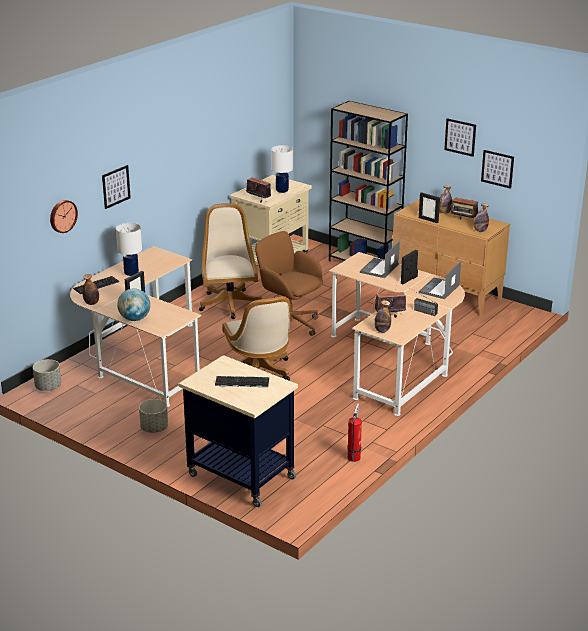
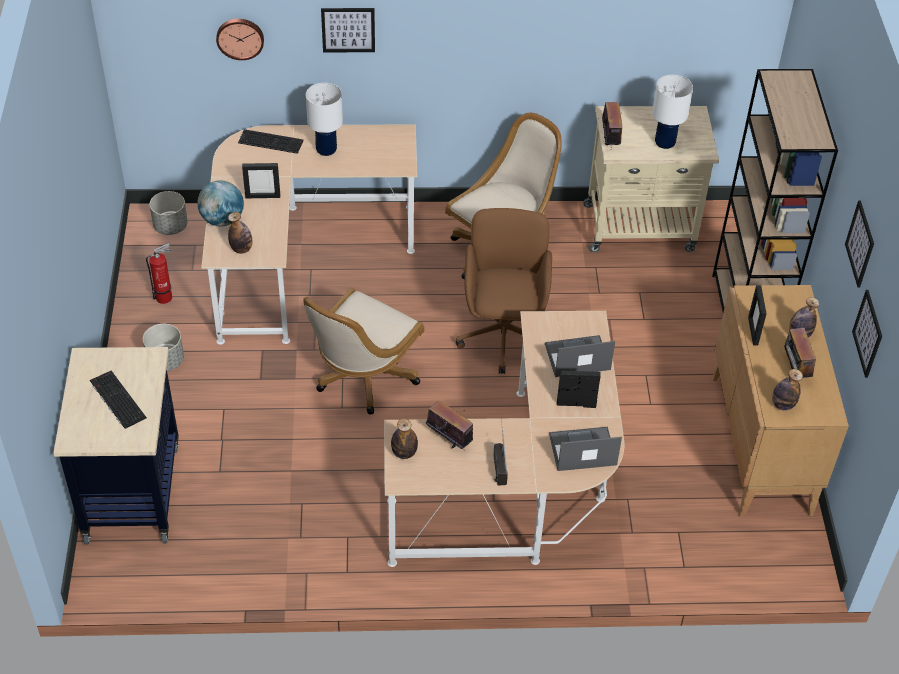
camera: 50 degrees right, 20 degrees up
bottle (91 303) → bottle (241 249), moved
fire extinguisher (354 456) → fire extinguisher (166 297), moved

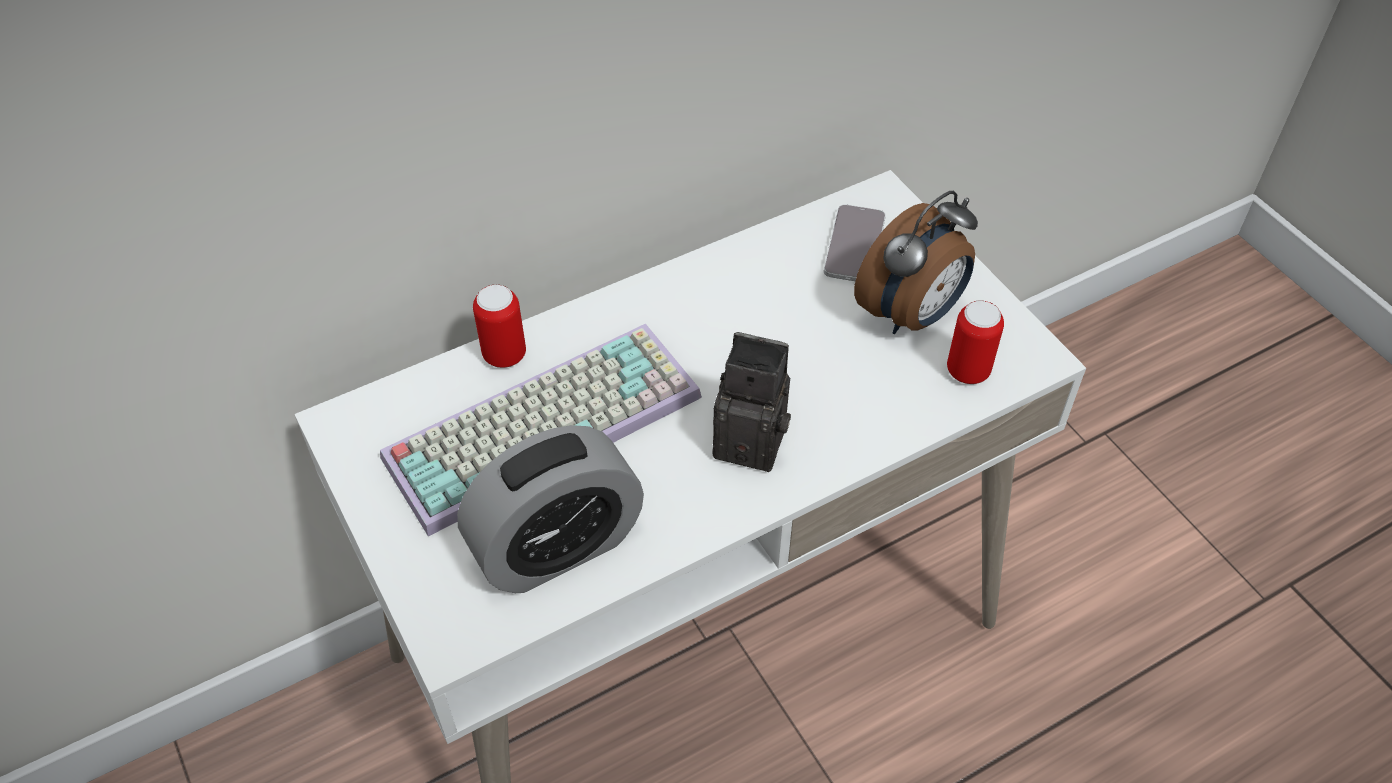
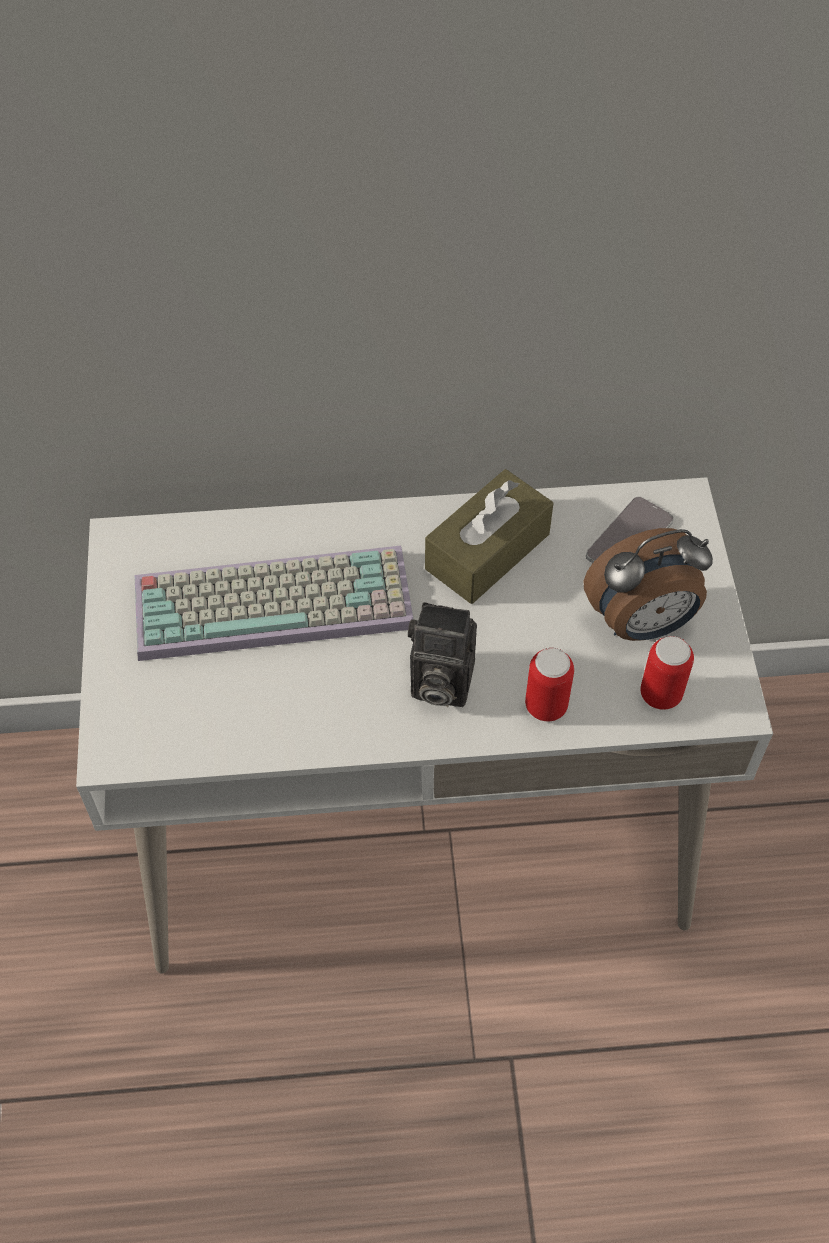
camera: 25 degrees right, 5 degrees up
sealed can (504 355) → sealed can (546 706), moved
photo camera (754 440) → photo camera (438 683), 150 degrees clockwise
bedside clock (557 547) → -
- → brownish tissue holder (487 551)

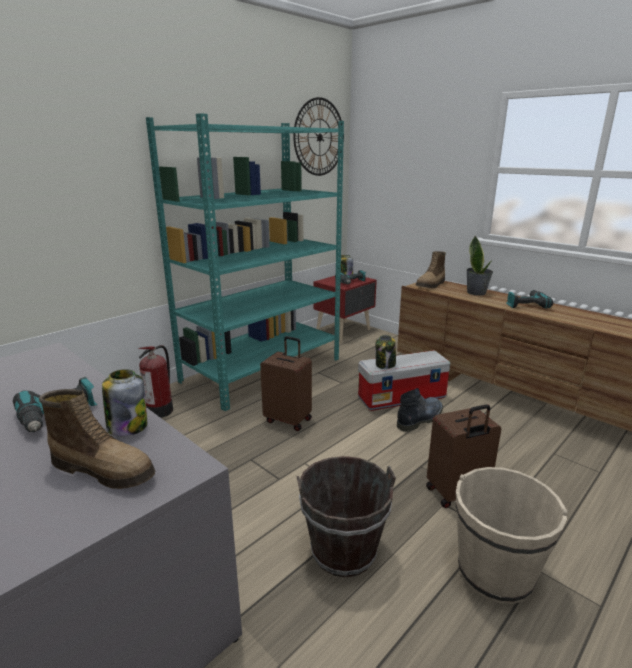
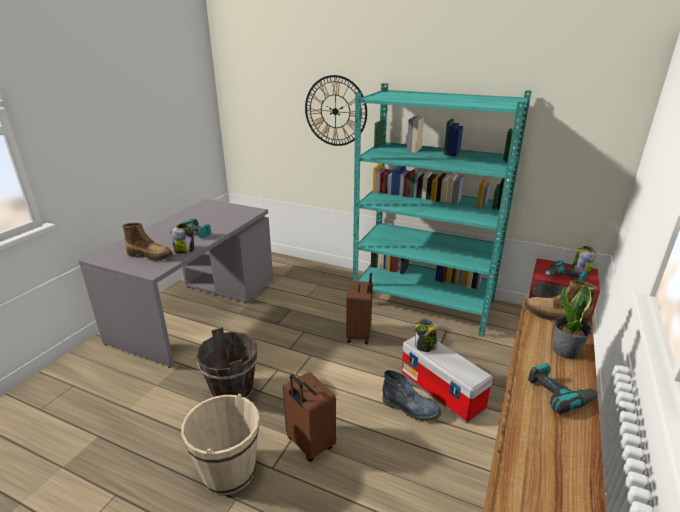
camera: 70 degrees right, 5 degrees up
hanging clock (319 137) → hanging clock (335 111), moved
fire extinguisher (161 410) → -
high-top boot (105 469) → high-top boot (151 256), 75 degrees counterclockwise

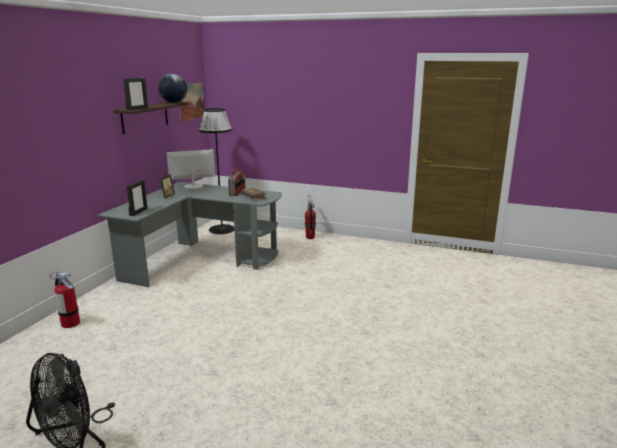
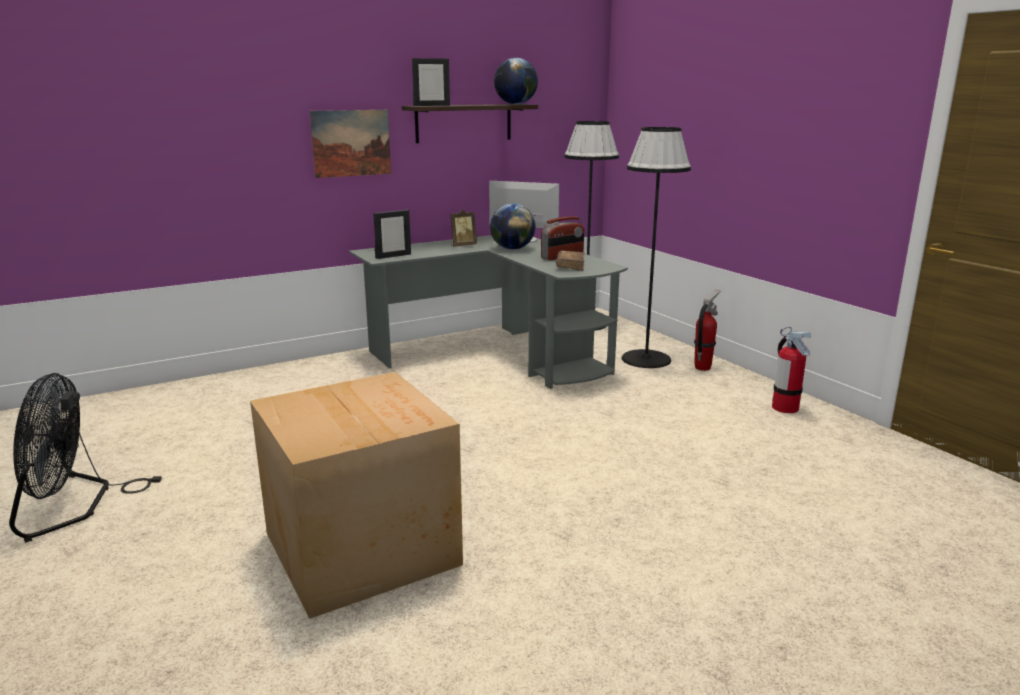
camera: 40 degrees right, 0 degrees up
wall picture (191 101) → wall picture (351 143), moved
fire extinguisher (70 323) → fire extinguisher (784 407), moved
- → black-coloured standing lamp (646 359)
- → world globe (512 249)
- → packing box (363 547)

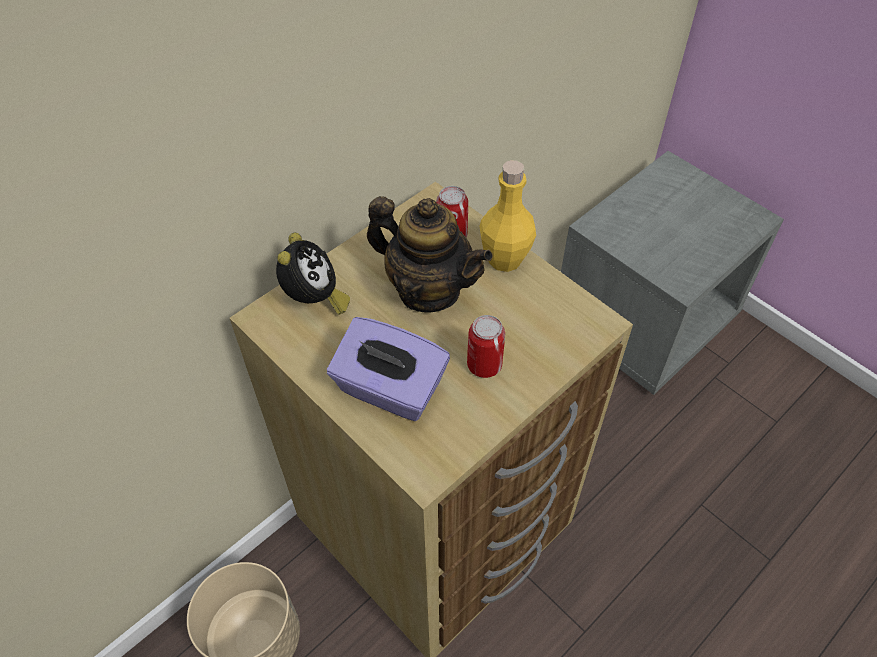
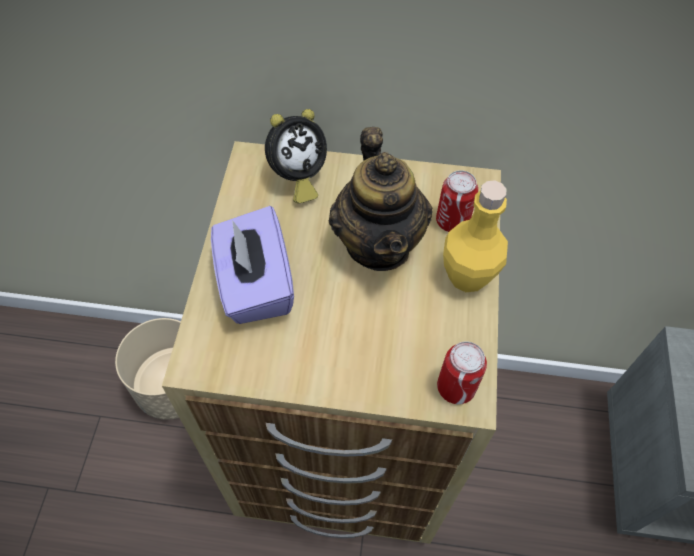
camera: 50 degrees right, 5 degrees up
sealed can (484 365) → sealed can (456 387), moved

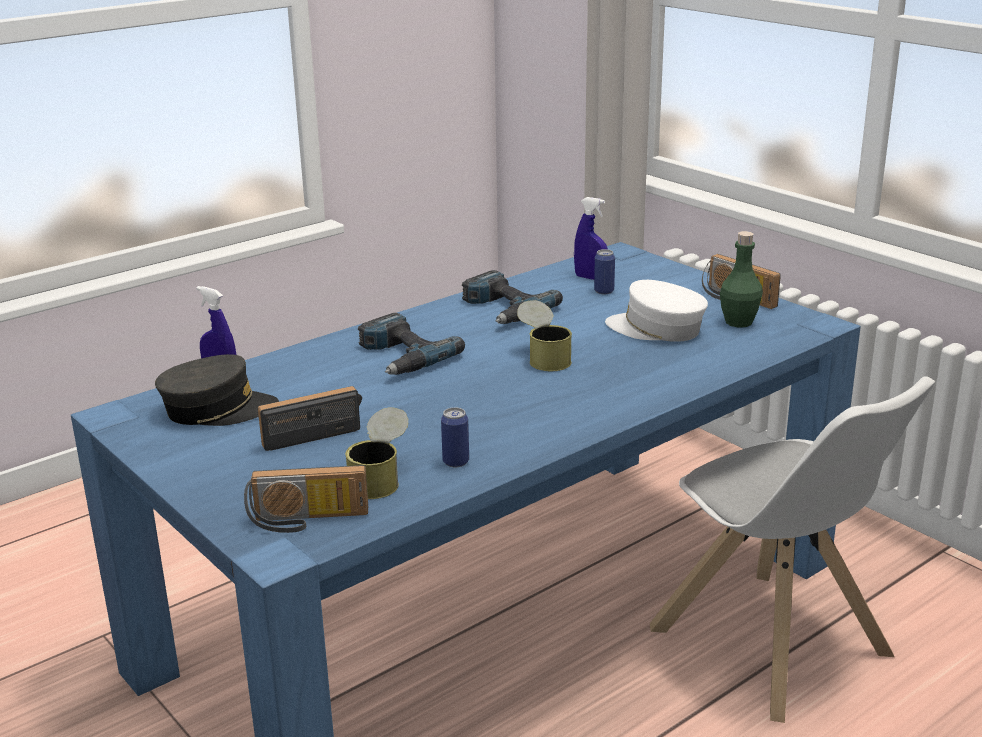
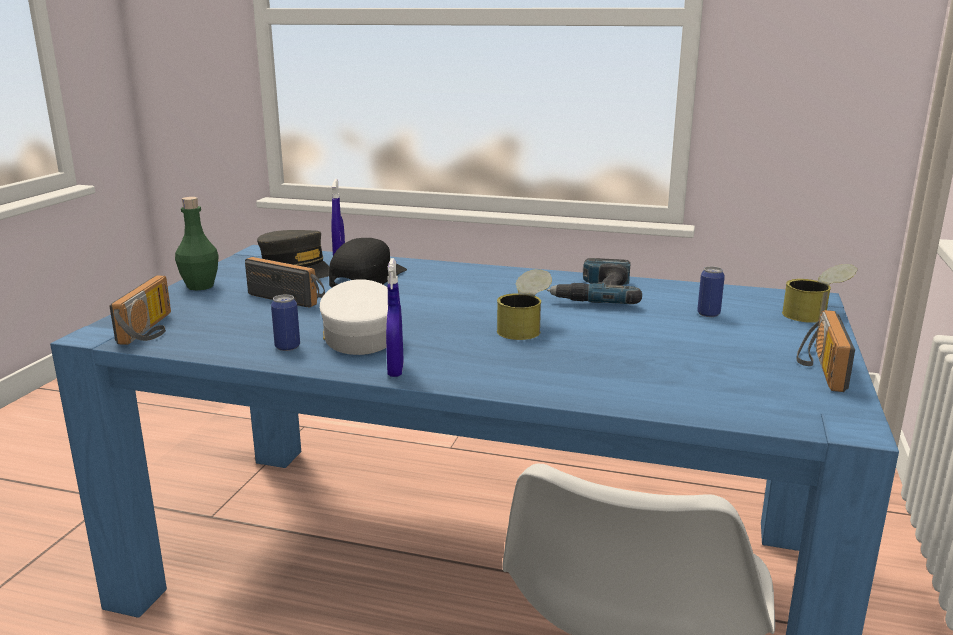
camera: 55 degrees right, 5 degrees down
blue-coloured spray bottle (590 278) → blue-coloured spray bottle (395 370), moved
greenish bottle (738 322) → greenish bottle (200 286), moved
white-coloured cap (656 329) → white-coloured cap (360 336), moved
power drill (401 356) → -
sealed can (380 478) → sealed can (815 314), moved
radio set (307 520) → radio set (152 329), 135 degrees counterclockwise
- → black-coloured cap (367 278)

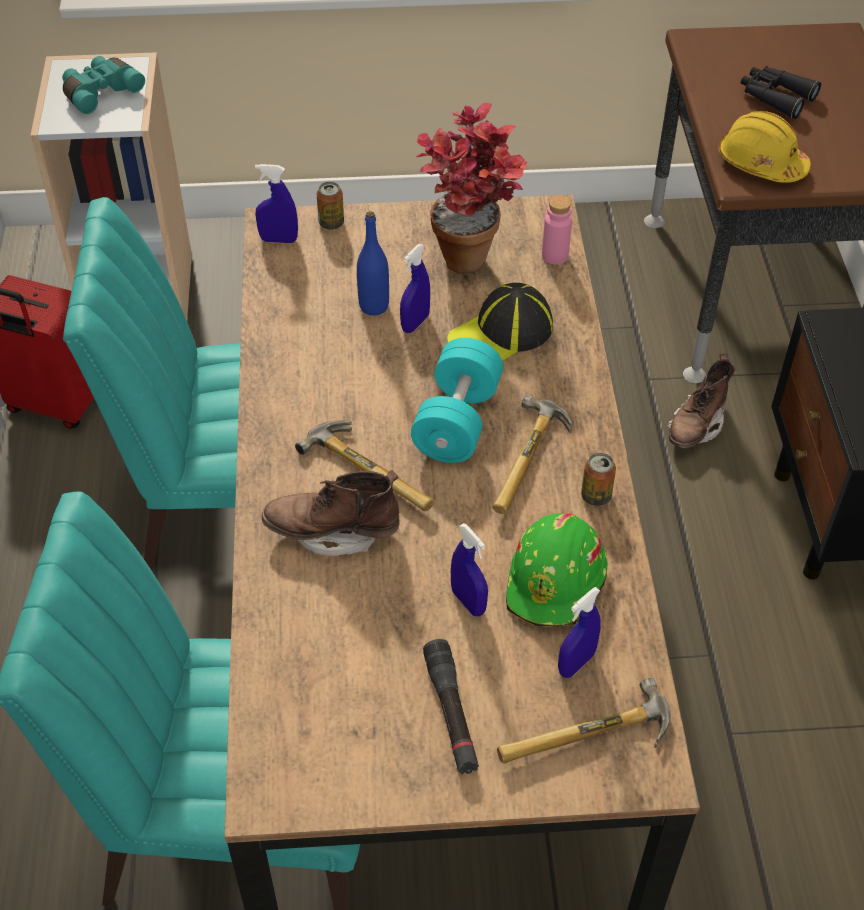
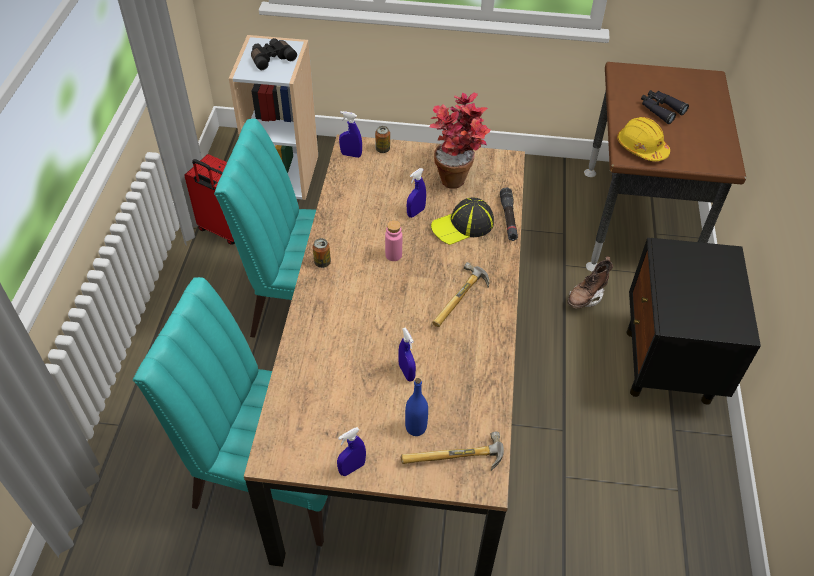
camera: 10 degrees right, 0 degrees up
turquoise-coloured pair of binoculars (100 92) → black-coloured pair of binoculars (272 58)
pinkish bottle (555 255) → pinkish bottle (393 255), moved
blue-coloured bottle (374 306) → blue-coloured bottle (416 427), moved
turquoise-coloured hand weight (457 421) → -
tool hammer (373 469) → -
sealed can (596 496) → sealed can (322 262), moved
brownish high-top boot (333 532) → -
greenish safety helmet (556 582) → -
blue-coloured spray bottle (576 663) → blue-coloured spray bottle (352 468), moved
black-coloured hand torch (451 712) → black-coloured hand torch (508 218), moved

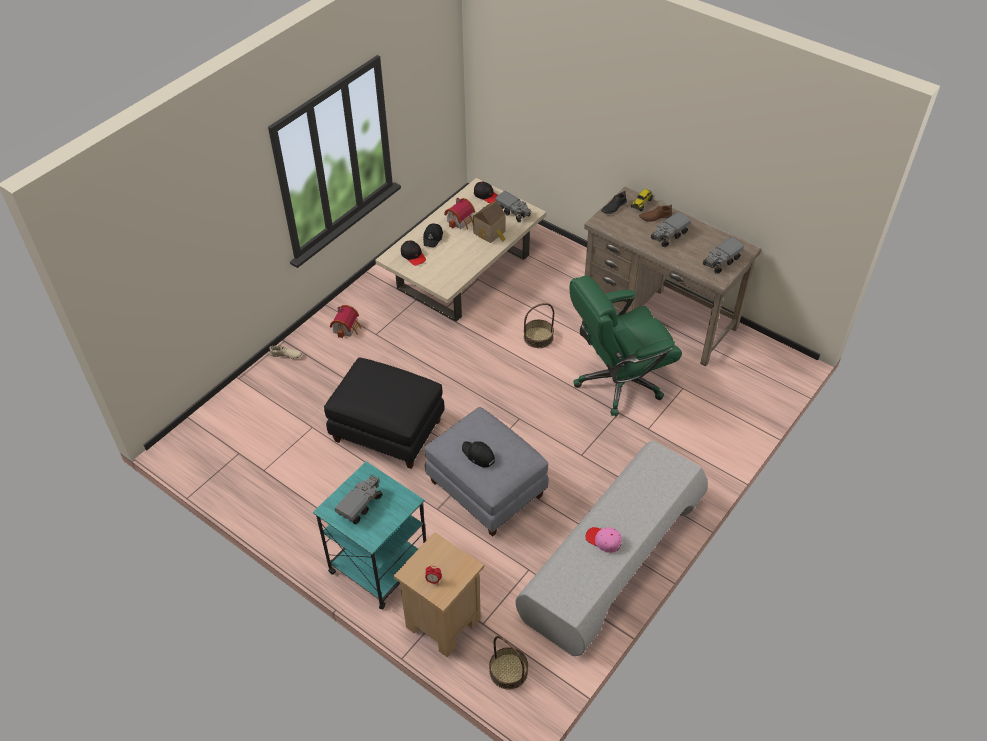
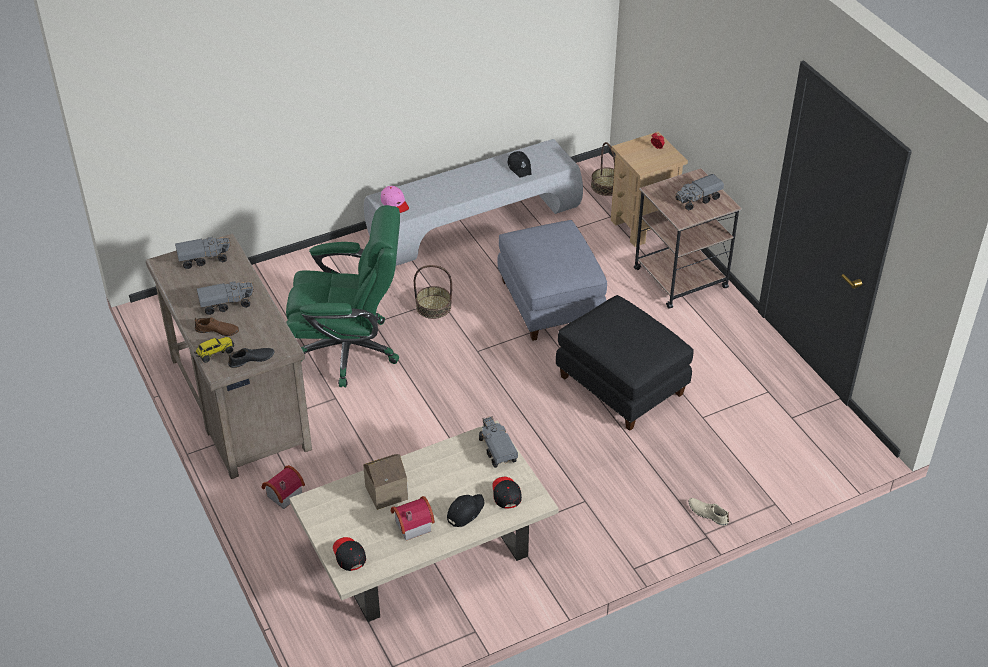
camera: 155 degrees left, 5 degrees down
toy truck (513 212) → toy truck (497 450), moved
storage basket (538 337) → storage basket (433 307), moved
toy house (347 328) → toy house (282 494), moved
black-coloured cap (478 455) → black-coloured cap (520 167), moved
turquoise-coloured cart (378 565) → brownish cart (681 279)
pinkish cap (603 540) → pinkish cap (395 203), moved

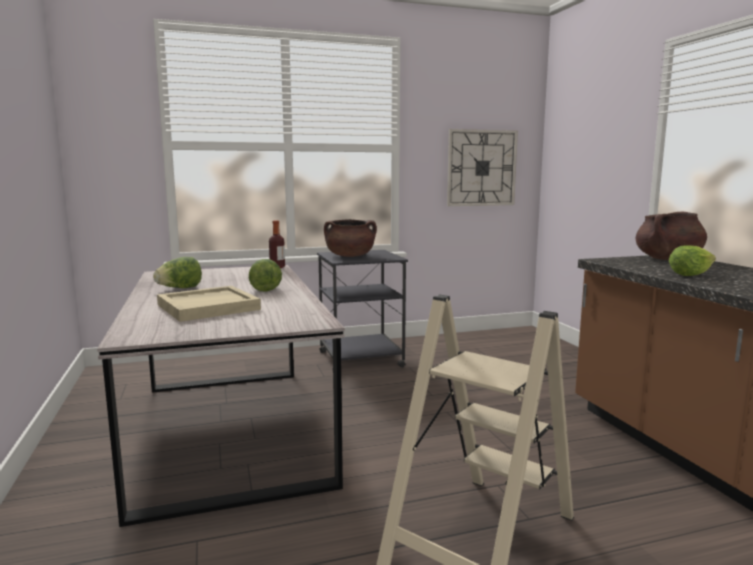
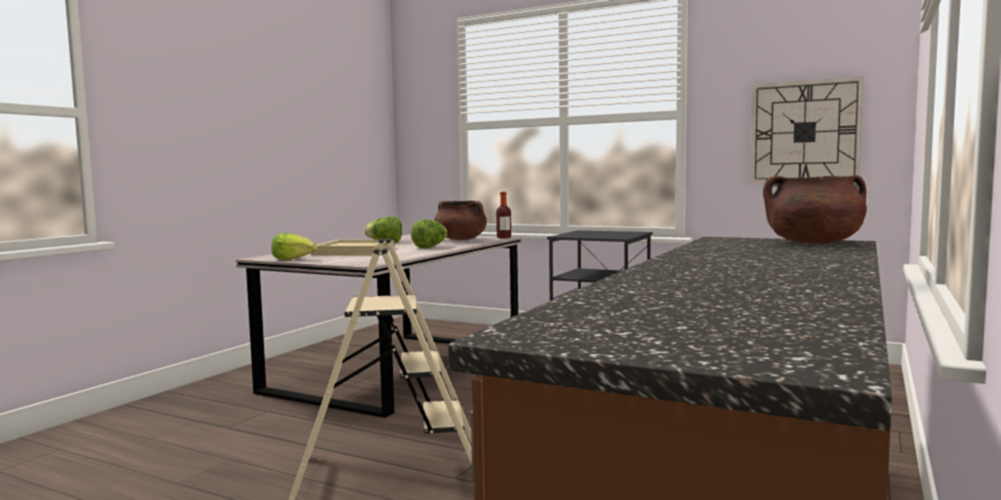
camera: 45 degrees right, 5 degrees down
brownish saucepot (350 256) → brownish saucepot (461 239), moved
lettuce head (690 274) → lettuce head (294 259), moved

